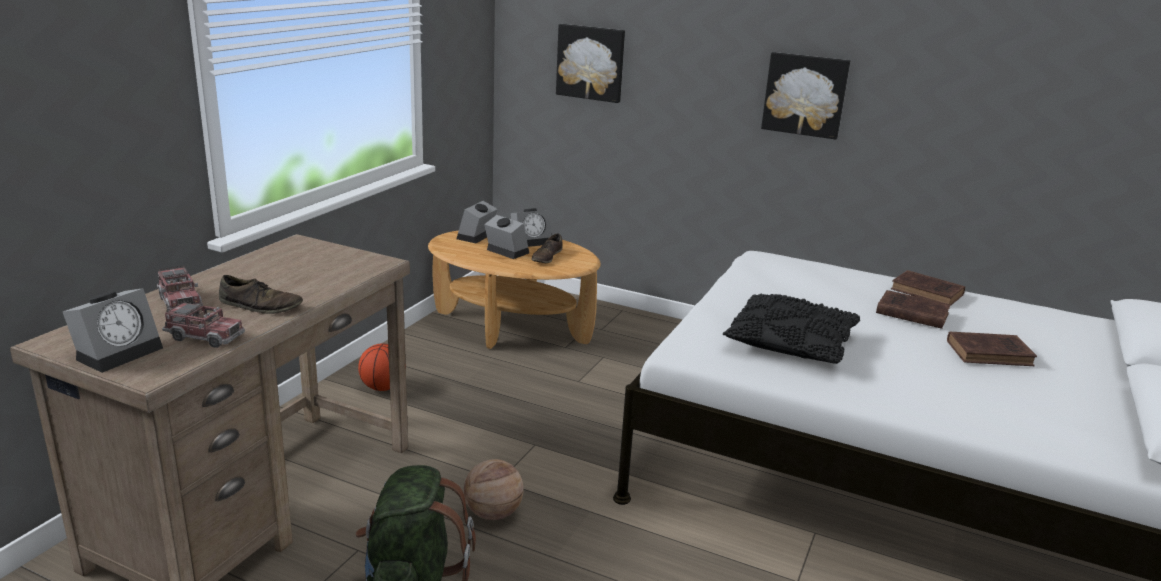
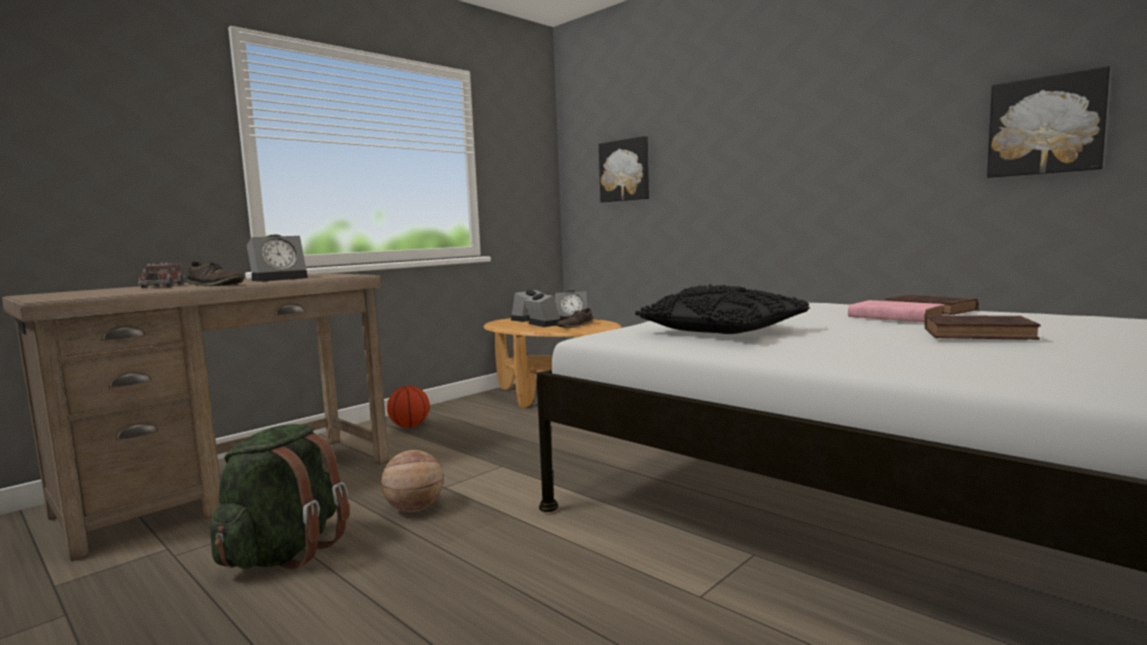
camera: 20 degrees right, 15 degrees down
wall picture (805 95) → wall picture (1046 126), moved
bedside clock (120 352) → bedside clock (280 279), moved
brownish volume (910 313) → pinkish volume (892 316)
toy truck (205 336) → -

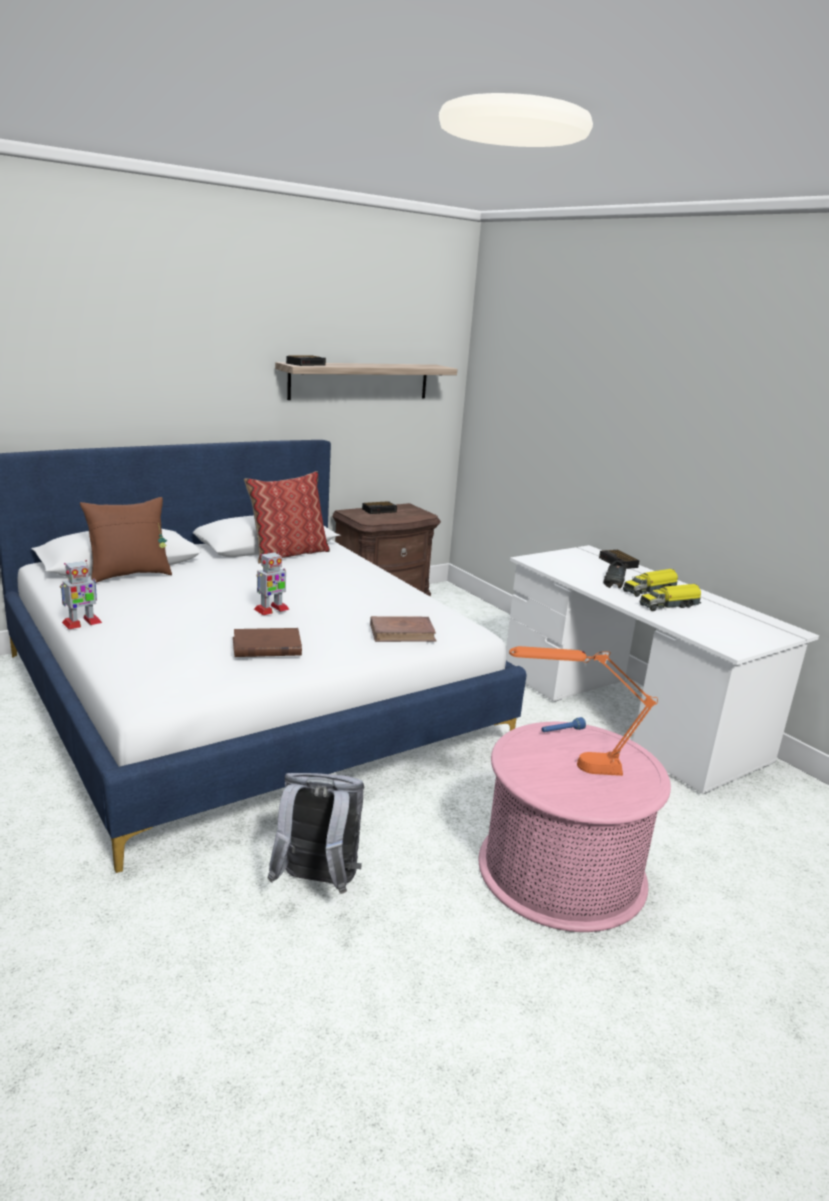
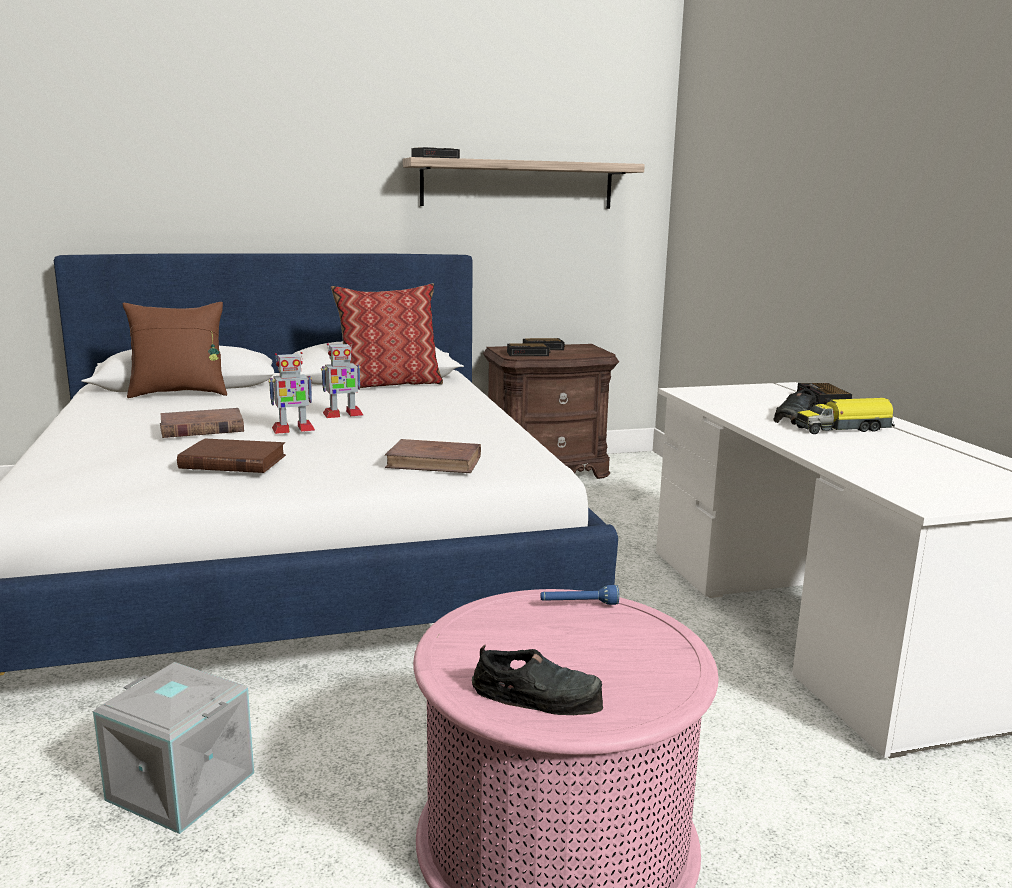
camera: 20 degrees right, 5 degrees down
toy robot (81 623) → toy robot (342 414), moved
toy truck (670 605) → -
orangey tabletop lamp (570 764) → -
greyish knapsack (316 883) → greyish storage bin (178 787)
- → bedside clock (528 354)
- → brownish volume (201 428)
- → black-coloured item of footwear (538 695)

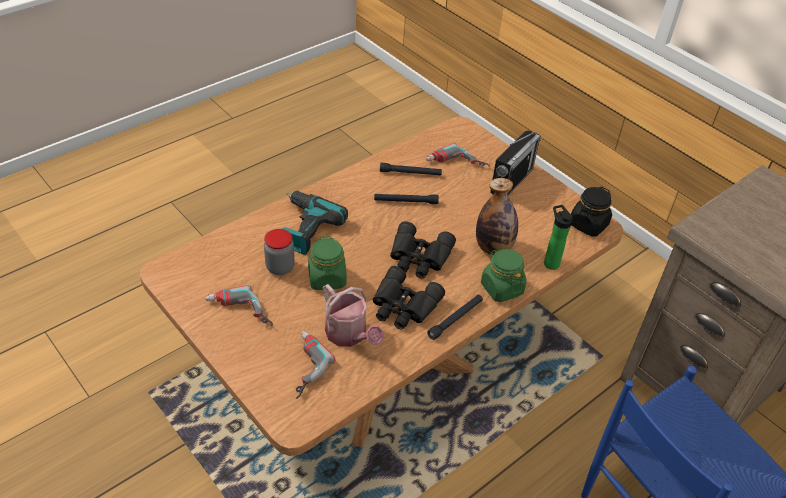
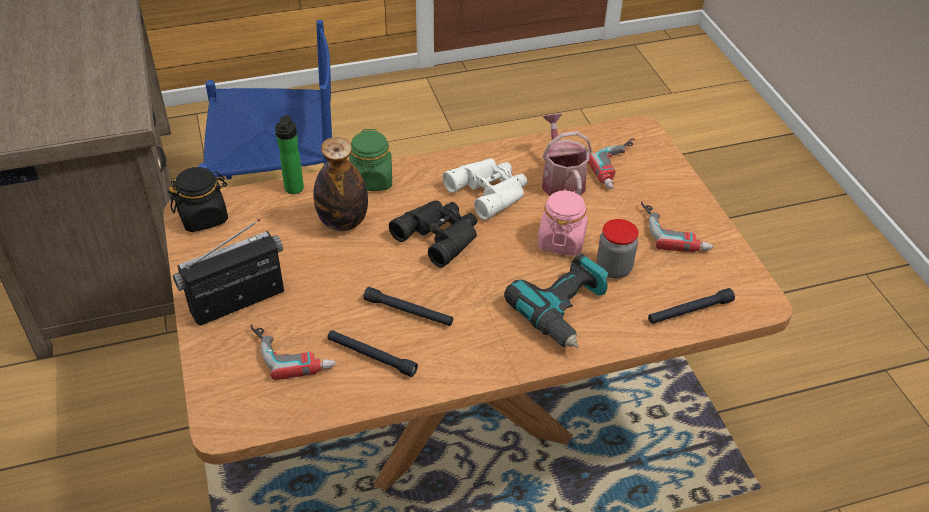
camera: 155 degrees left, 0 degrees up
greenish jar (327 278) → pinkish jar (561 241)
black-coloured pair of binoculars (403 306) → white-coloured pair of binoculars (490 191)
black-coloured hand torch (455 319) → black-coloured hand torch (689 311), moved

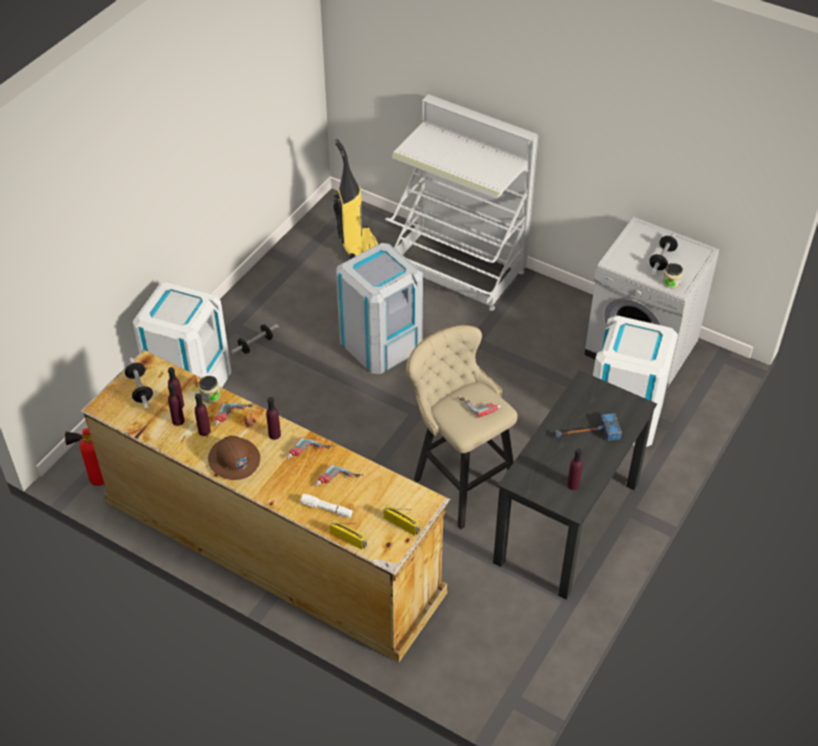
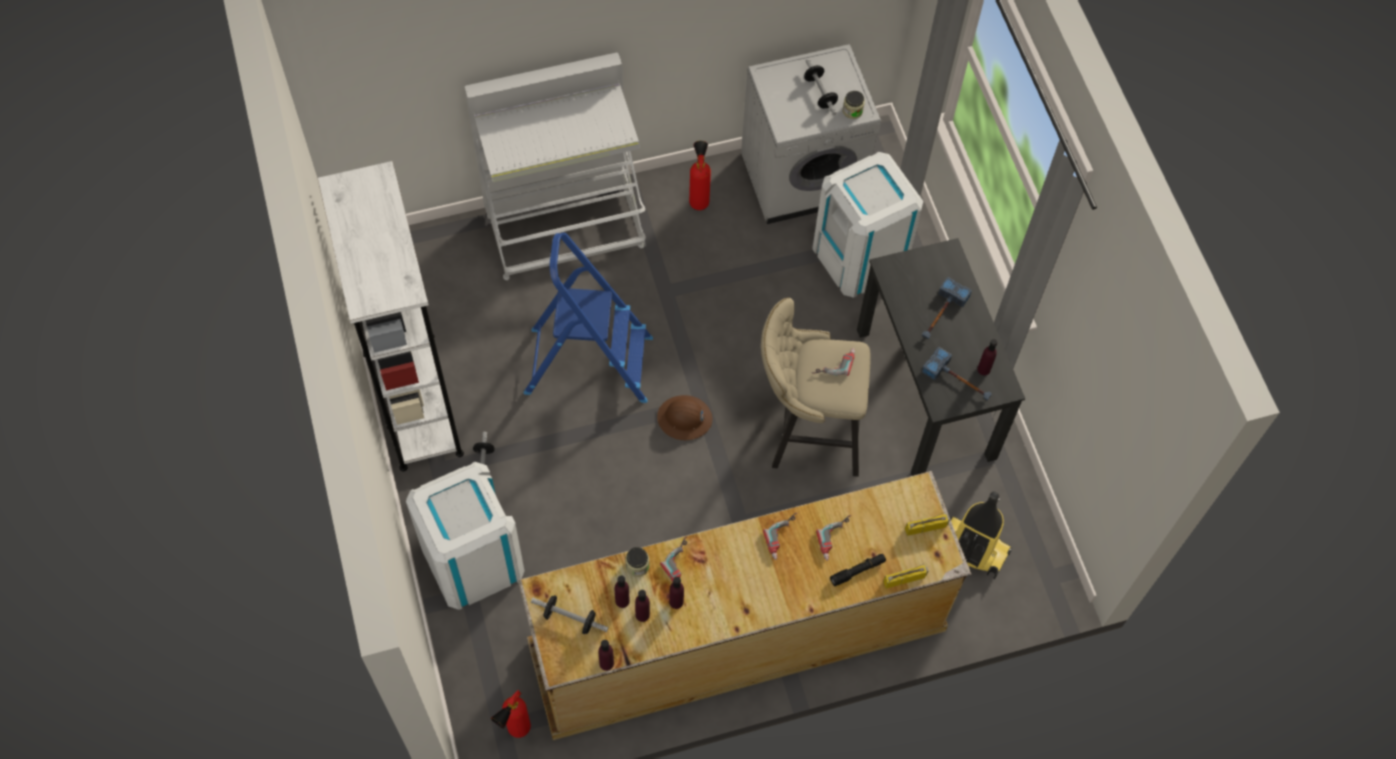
camera: 50 degrees left, 15 degrees up
vacuum (358 248) → vacuum (971 550), moved
greyish rubbish bin (381 343) → blue-coloured step stool (590 365)
purple-coloured bottle (274 435) → purple-coloured bottle (606 663), moved
brownish safety helmet (234 460) → brownish safety helmet (684 419), moved
white-coloured hand torch (327 509) → black-coloured hand torch (858 571)
- → fire extinguisher (699 199)
- → white-coloured bookcase (417 401)
- → tool hammer (958 380)

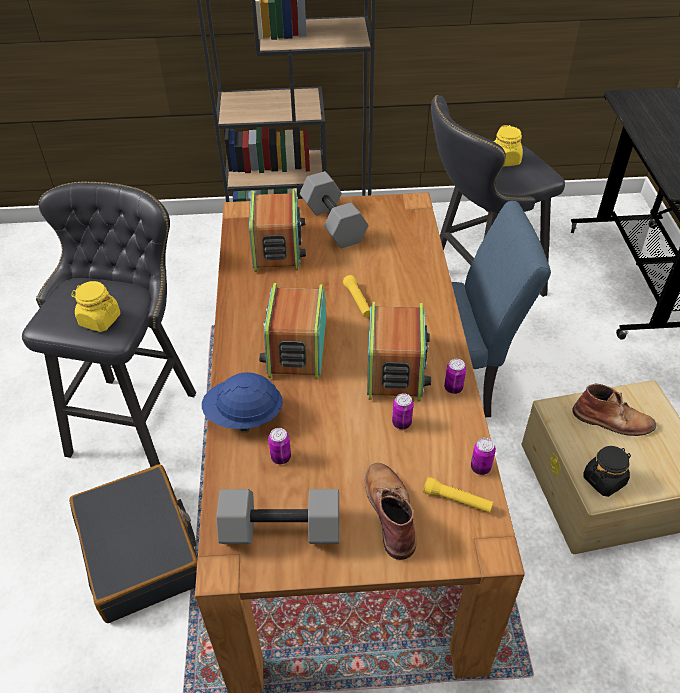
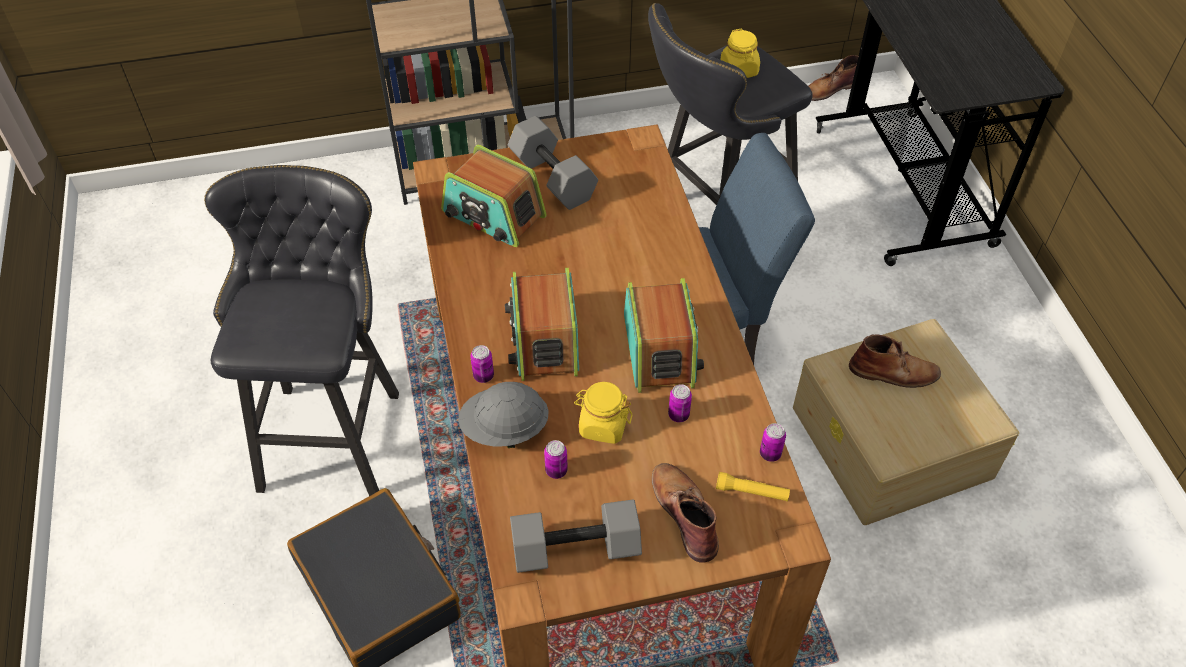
camera: 10 degrees left, 5 degrees up
radio set (277 246) → radio set (493 215), 135 degrees clockwise
yellow-coloured hand torch (357 301) → -
yellow-coloured jar (99 320) → yellow-coloured jar (603 425), moved
sealed can (453 388) → sealed can (483 376), moved
blue-coloured safety helmet (244 416) → greyish safety helmet (504 429)
black-coloured jar (604 480) → -
- → brownish high-top boot (829 89)

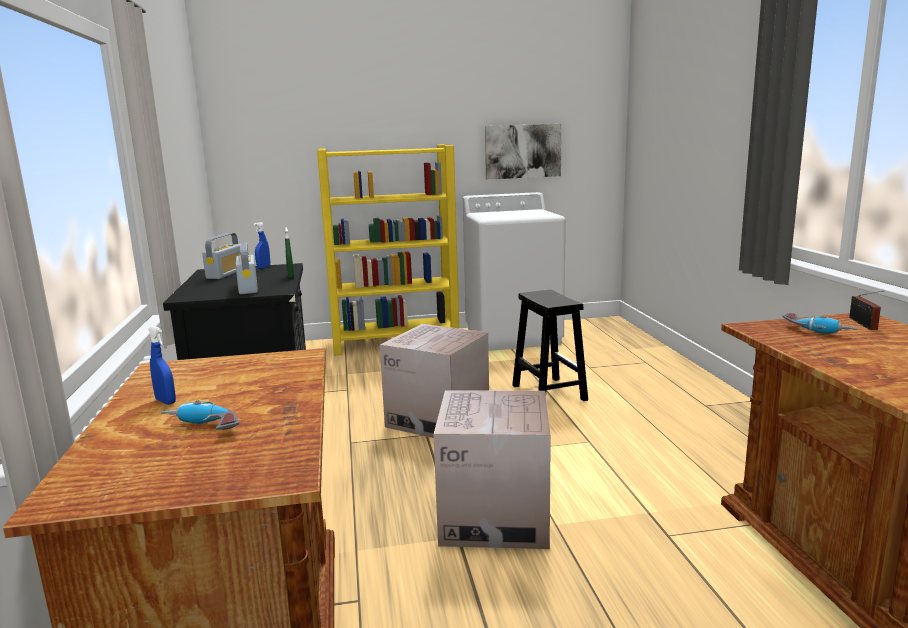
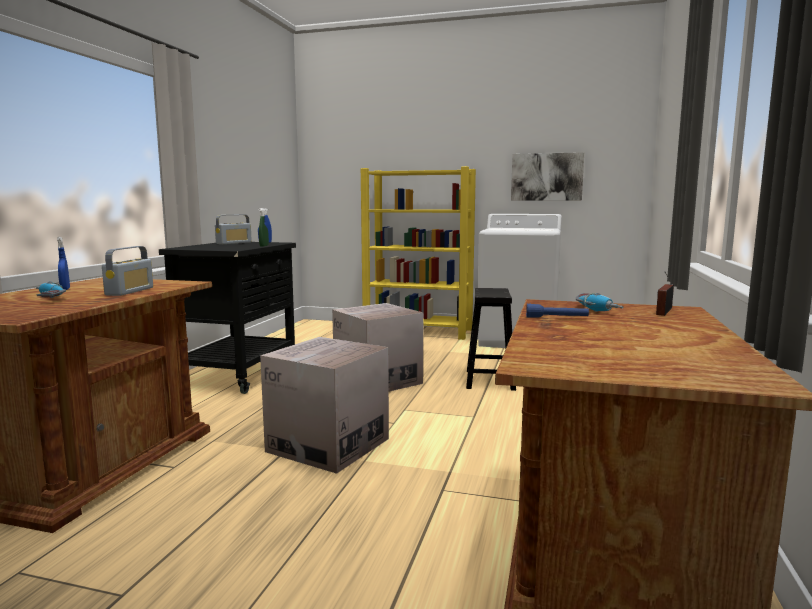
camera: 25 degrees right, 5 degrees down
radio set (248 288) → radio set (130 291), moved
- → blue-coloured hand torch (556 318)

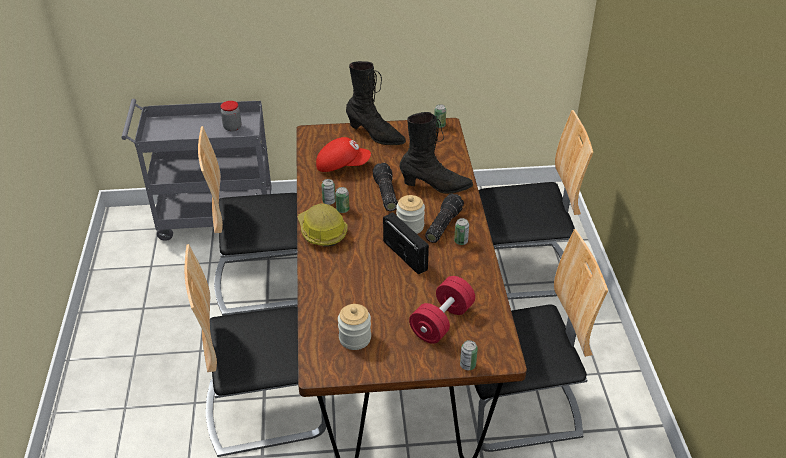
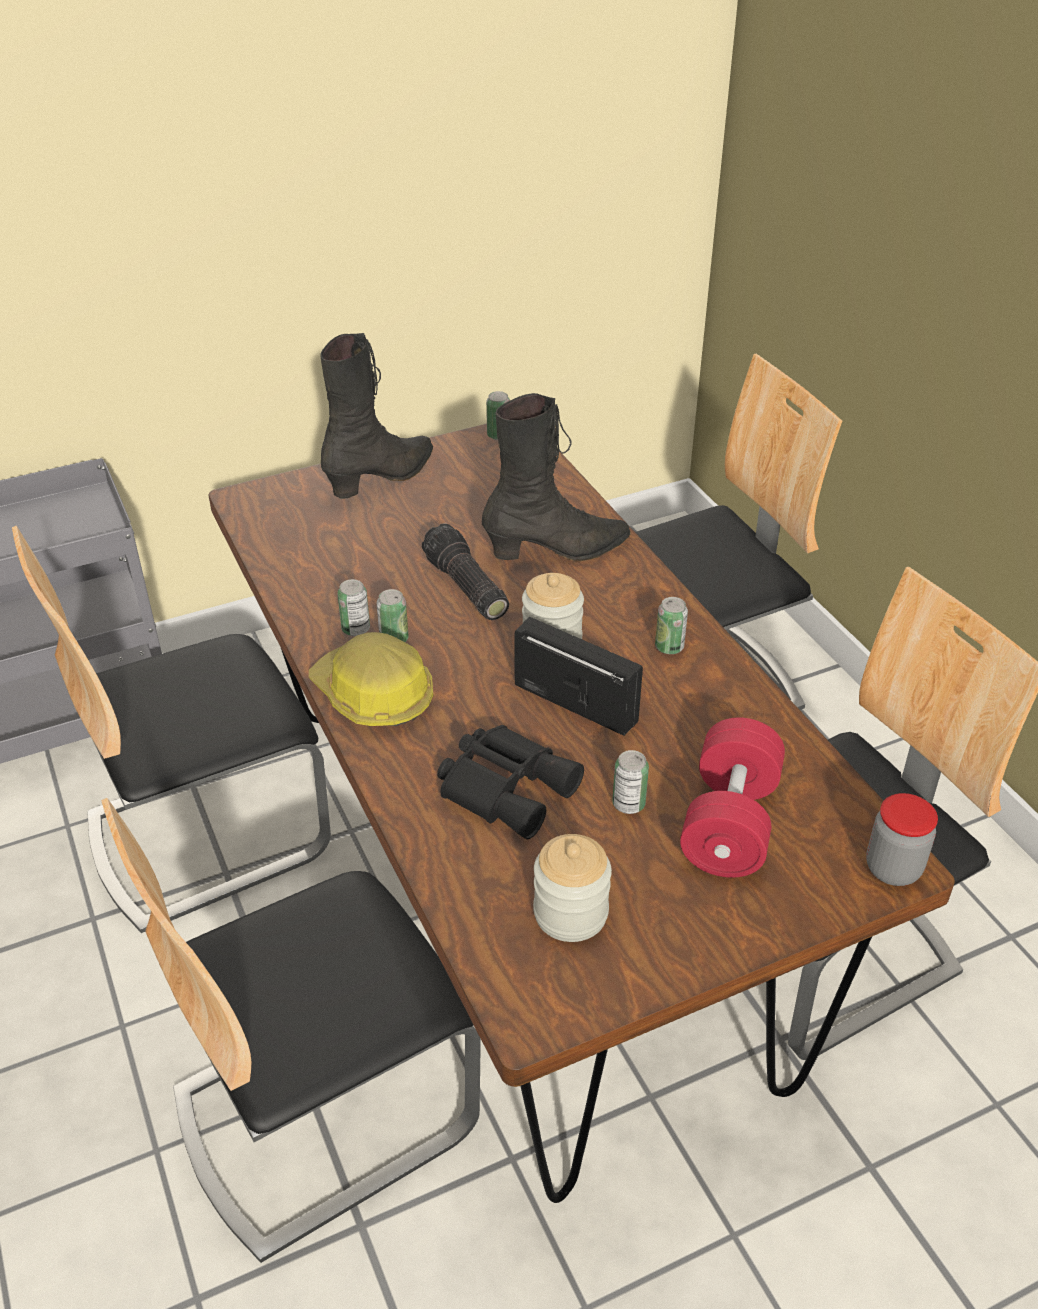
camera: 20 degrees left, 0 degrees up
black-coloured high-top boot (375 135) → black-coloured high-top boot (382 478), 60 degrees counterclockwise
jar (232 127) → jar (893 869), moved
red-coloured cap (342 165) → -
hand torch (442 224) → -
sealed can (467 365) → sealed can (628 804), moved
- → black-coloured pair of binoculars (507 786)

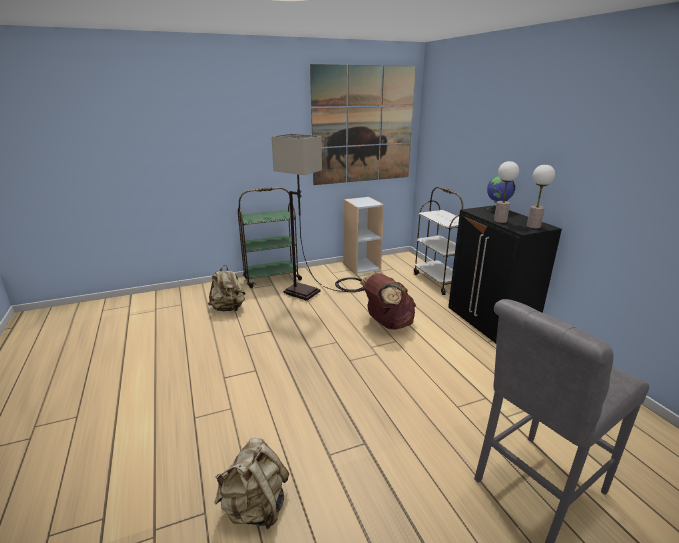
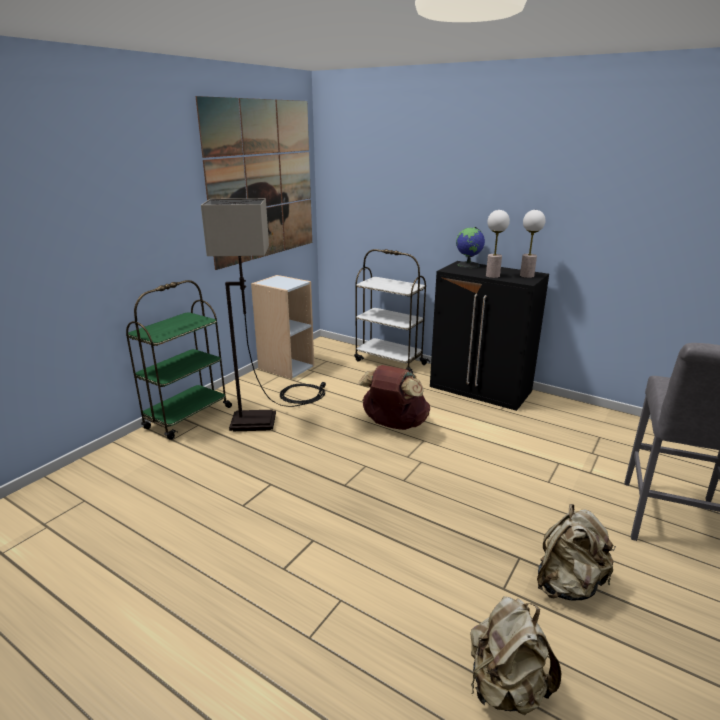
camera: 35 degrees left, 0 degrees up
beige knapsack (228 308) → beige knapsack (568 584), moved

